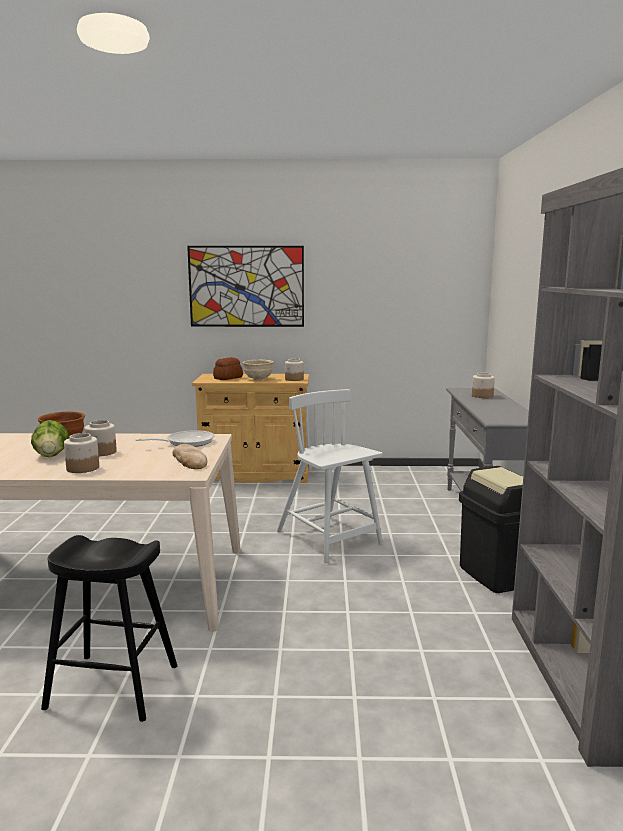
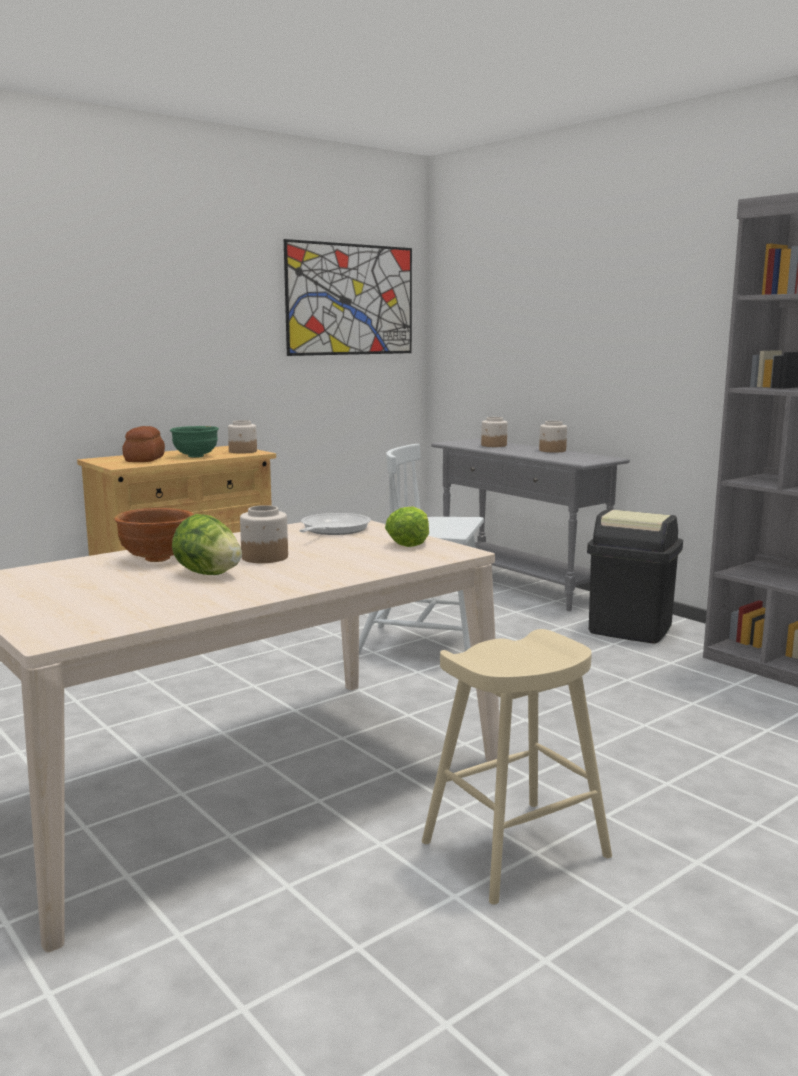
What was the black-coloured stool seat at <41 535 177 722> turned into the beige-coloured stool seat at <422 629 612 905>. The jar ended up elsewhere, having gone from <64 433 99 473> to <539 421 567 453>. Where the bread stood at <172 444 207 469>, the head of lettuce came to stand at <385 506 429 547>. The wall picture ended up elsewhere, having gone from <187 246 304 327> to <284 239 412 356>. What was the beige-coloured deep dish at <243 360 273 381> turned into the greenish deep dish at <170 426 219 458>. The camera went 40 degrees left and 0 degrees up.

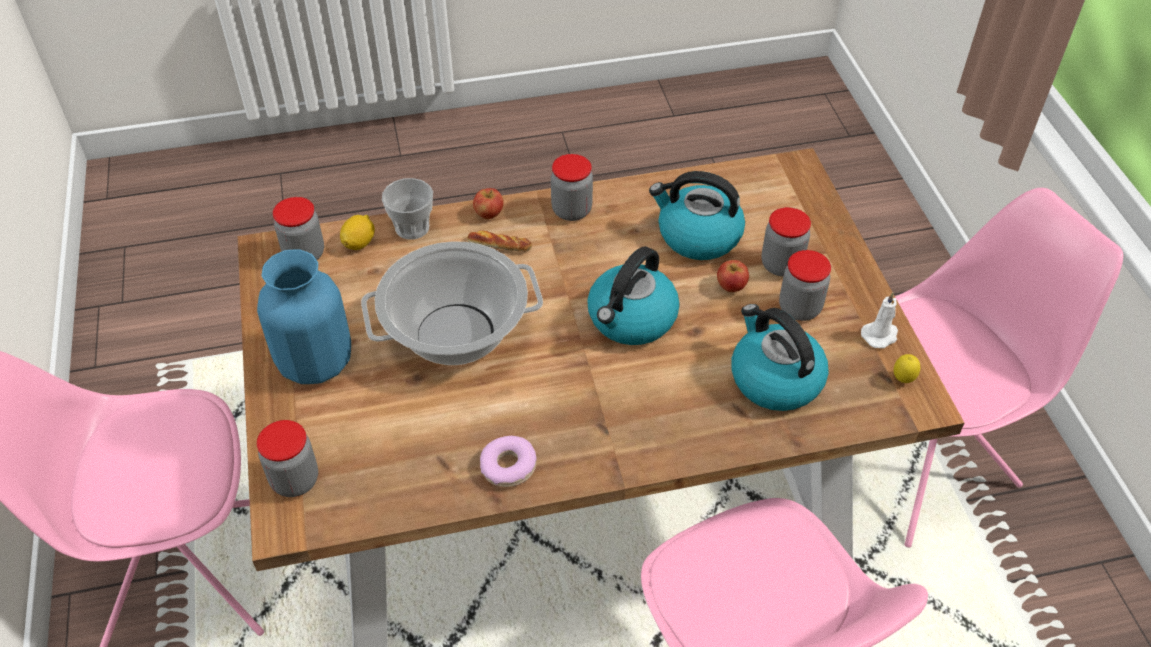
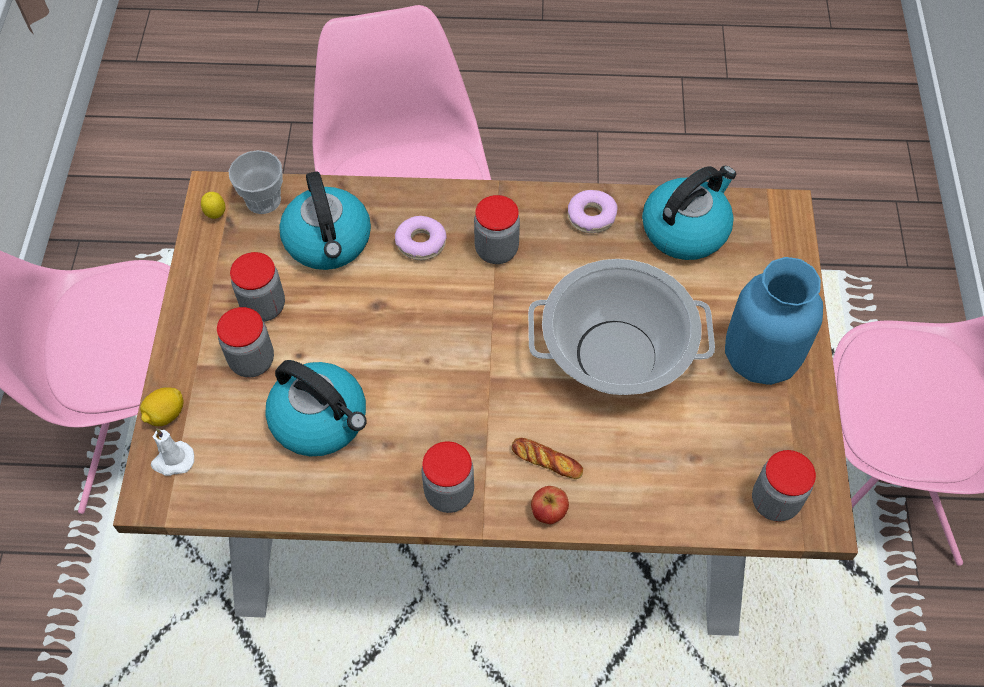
The jar ended up elsewhere, having gone from <257 420 318 497> to <474 195 520 264>. The whole lemon ended up elsewhere, having gone from <340 215 375 250> to <140 387 184 426>. The drinking cup ended up elsewhere, having gone from <382 178 433 240> to <229 150 283 214>. The tea kettle ended up elsewhere, having gone from <587 246 680 345> to <642 166 736 260>. The second view lost the apple fruit at <717 260 749 292>. The white wax light ended up elsewhere, having gone from <861 292 898 348> to <151 428 194 476>. The second view gained the ring doughnut at <395 216 447 260>. The camera went 165 degrees left and 10 degrees up.

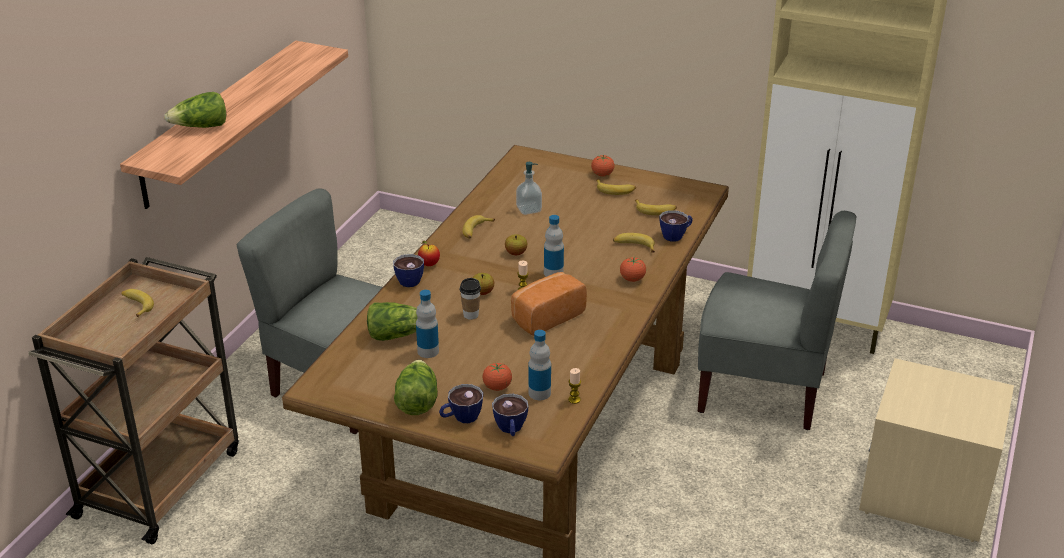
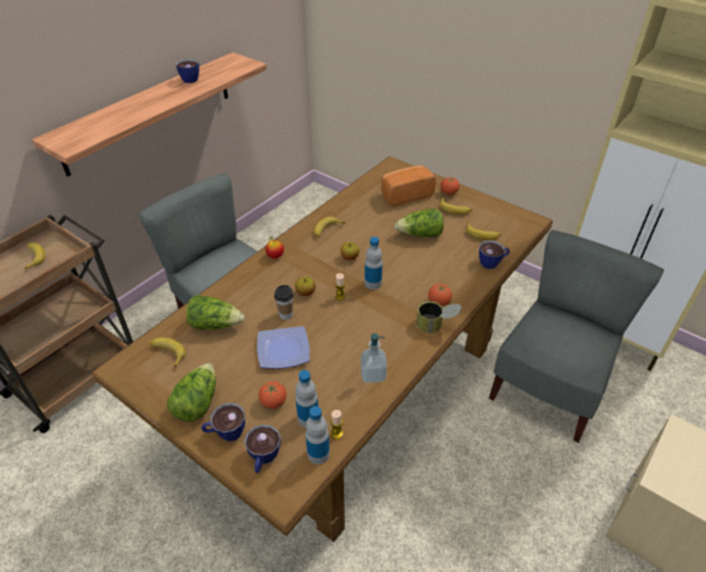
The head of lettuce ended up elsewhere, having gone from <164 92 226 128> to <395 209 444 237>. The drinking cup ended up elsewhere, having gone from <393 254 424 287> to <176 59 199 83>. The bottle ended up elsewhere, having gone from <416 290 439 358> to <305 406 330 464>. The bread ended up elsewhere, having gone from <511 272 587 336> to <381 165 436 207>. The soap dispenser ended up elsewhere, having gone from <516 162 542 215> to <361 333 387 383>. The banana ended up elsewhere, having gone from <613 233 655 253> to <149 338 186 368>. The grey plain chair at <697 211 857 430> ended up facing another way, 90 degrees counterclockwise from before. The second view gained the dinner plate at <257 326 310 369>. The second view gained the sealed can at <416 301 462 333>. The camera went 15 degrees right and 10 degrees up.

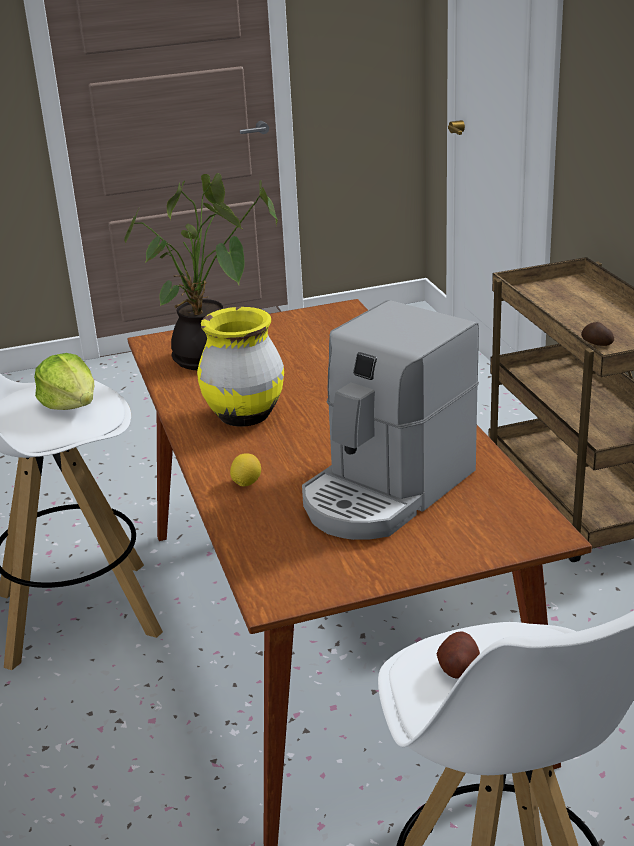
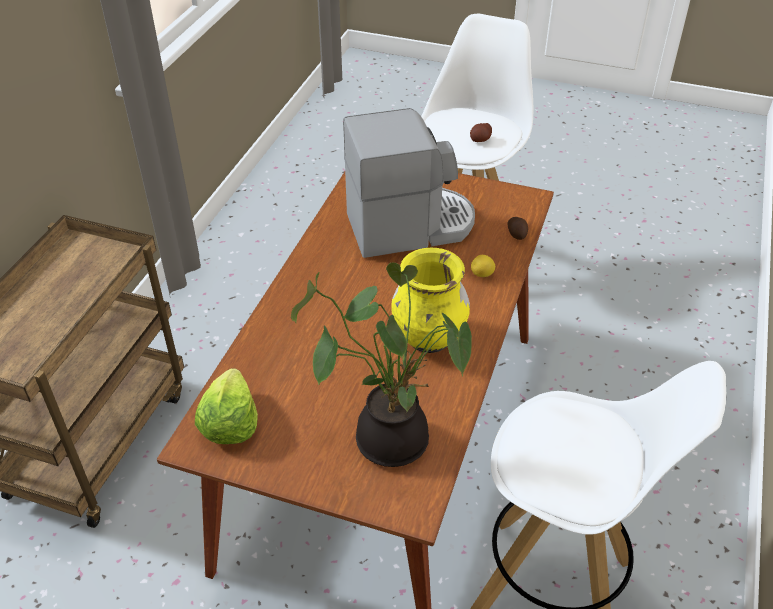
The head of lettuce ended up elsewhere, having gone from <34 353 94 410> to <195 368 258 444>. The whole potato ended up elsewhere, having gone from <581 322 614 346> to <507 217 528 240>. The camera went 145 degrees left and 15 degrees up.

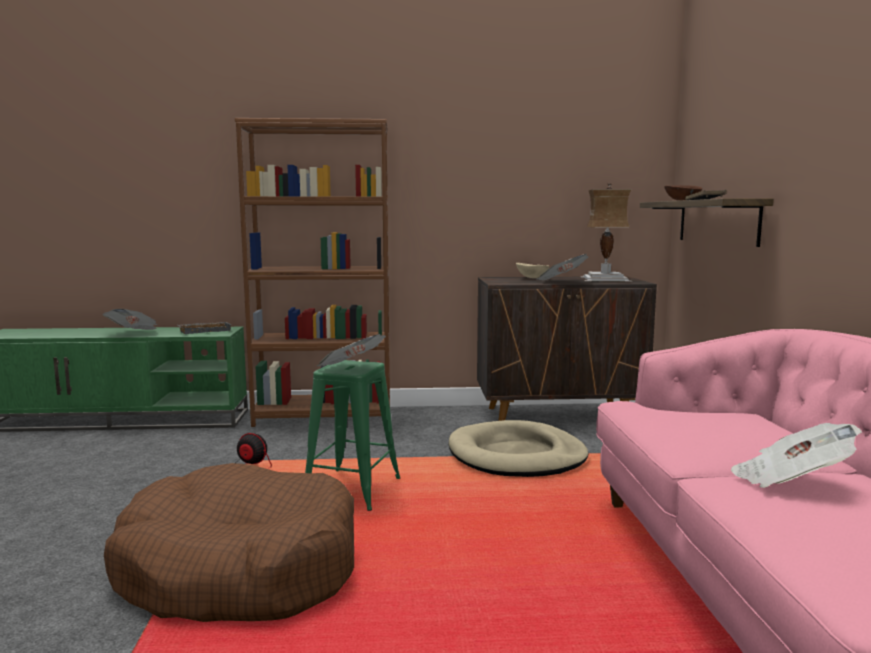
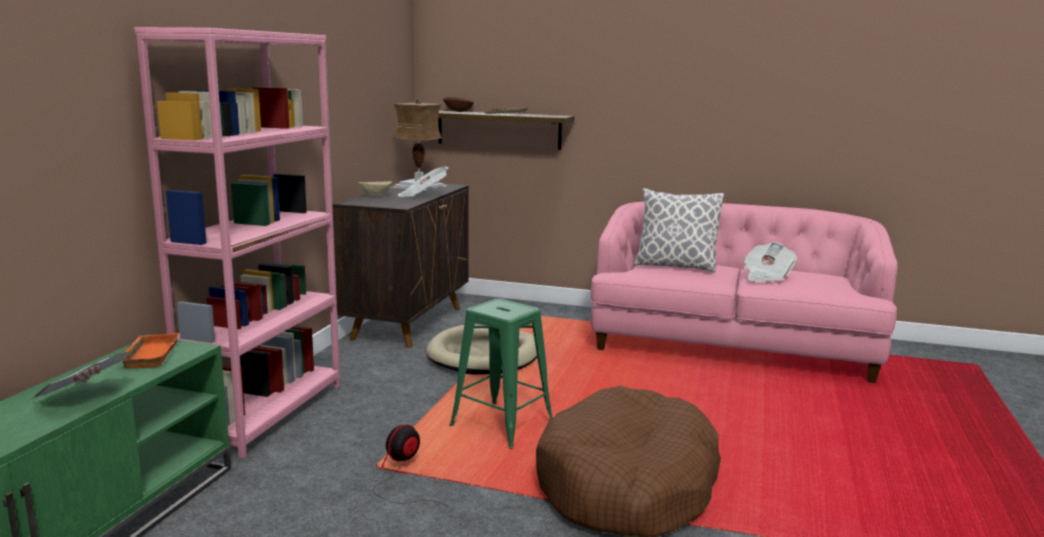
What was the grey serving tray at <178 322 232 334> turned into the orange-coloured serving tray at <122 333 179 368>. What was the brownish bookshelf at <235 118 390 427> turned into the pinkish bookshelf at <134 27 340 459>. The second view lost the printed paper at <317 334 386 366>. The second view gained the pillow at <634 188 724 272>. The camera went 70 degrees left and 5 degrees up.

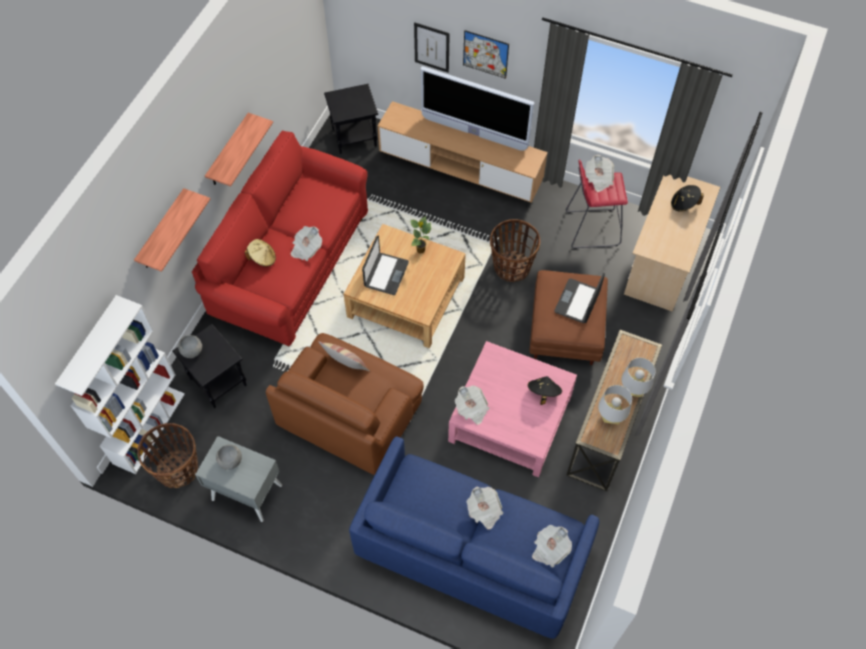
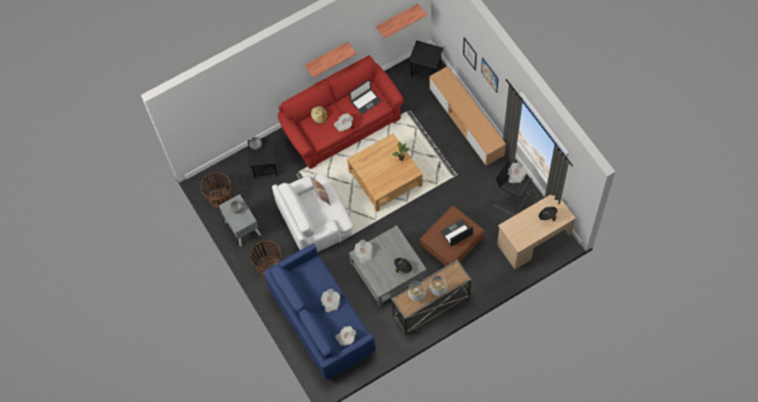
The second view lost the white bookshelf at <55 295 185 474>. The bracket shelf ended up elsewhere, having gone from <134 188 210 272> to <376 4 427 39>. What was the brownish easy chair at <266 333 424 475> turned into the white easy chair at <272 173 353 252>. The notebook computer ended up elsewhere, having gone from <362 235 409 295> to <350 79 381 114>. The second view lost the TV set at <421 66 534 150>. What was the pinkish lounge table at <448 341 577 478> turned into the grey lounge table at <349 225 427 307>. The household basket ended up elsewhere, having gone from <490 219 540 282> to <250 241 281 276>. What was the reddish stool seat at <566 159 628 249> turned into the black-coloured stool seat at <491 159 532 216>. The camera went 40 degrees right and 5 degrees up.

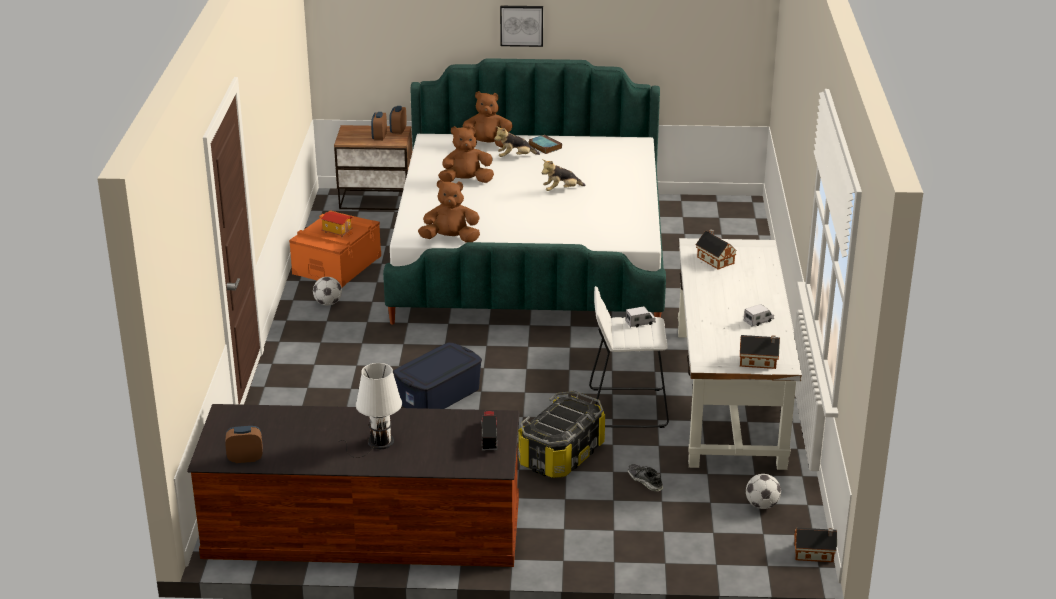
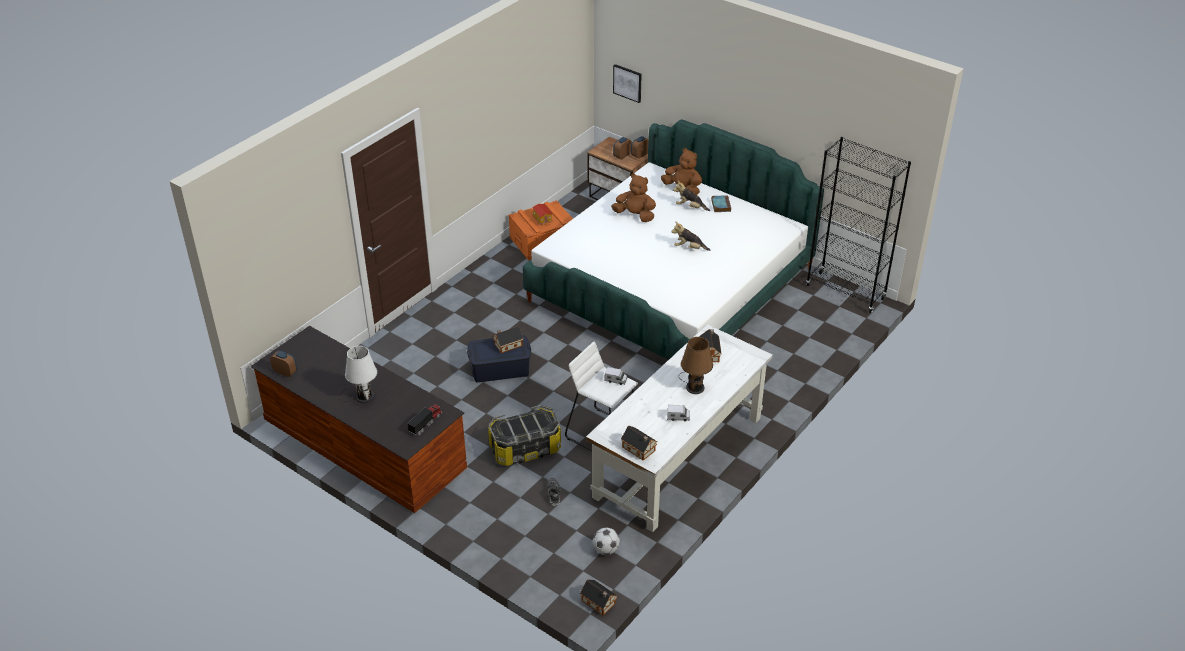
The second view lost the football ball at <313 277 342 305>. The second view lost the brownish soft toy at <418 180 480 243>. The wall picture ended up elsewhere, having gone from <500 6 543 47> to <613 64 642 103>. The second view gained the toy house at <493 326 523 353>. The second view gained the brownish table lamp at <679 337 713 394>. The second view gained the black-coloured bookshelf at <806 137 911 313>. The camera went 35 degrees right and 10 degrees up.

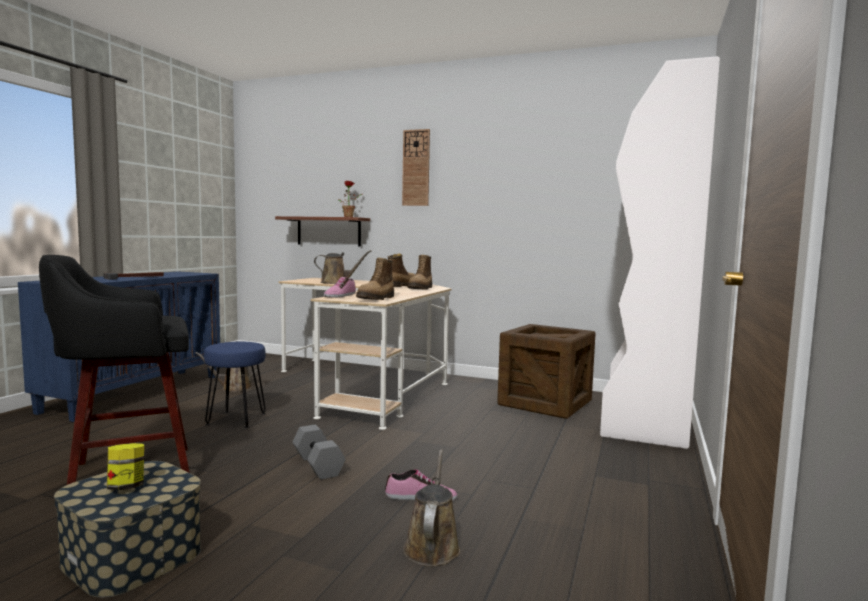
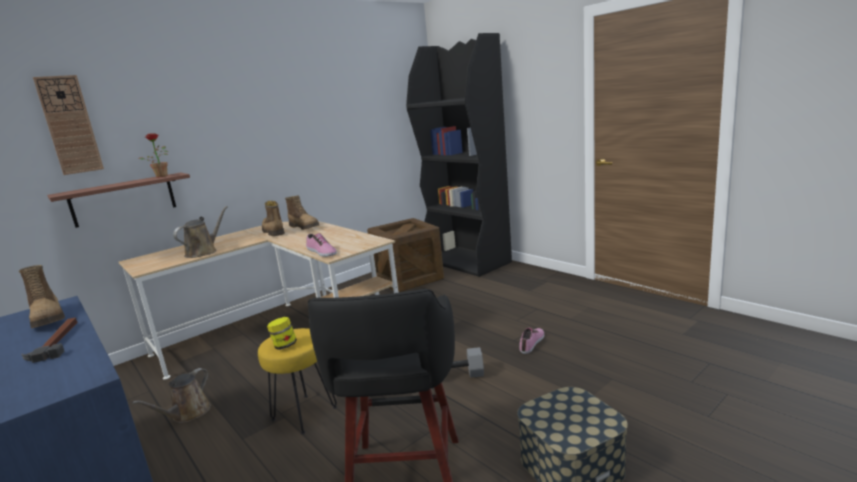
The jar ended up elsewhere, having gone from <107 443 144 490> to <267 317 297 350>. What was the blue-coloured stool seat at <204 342 266 428> turned into the yellow-coloured stool seat at <258 328 337 434>. The boot ended up elsewhere, having gone from <356 258 394 300> to <19 265 65 328>. The wall clock ended up elsewhere, having gone from <402 129 430 206> to <33 75 104 175>. The second view lost the brownish sprinkling can at <403 449 460 566>. What was the white bookshelf at <600 56 720 449> turned into the black-coloured bookshelf at <406 33 512 277>. The camera went 60 degrees left and 10 degrees up.

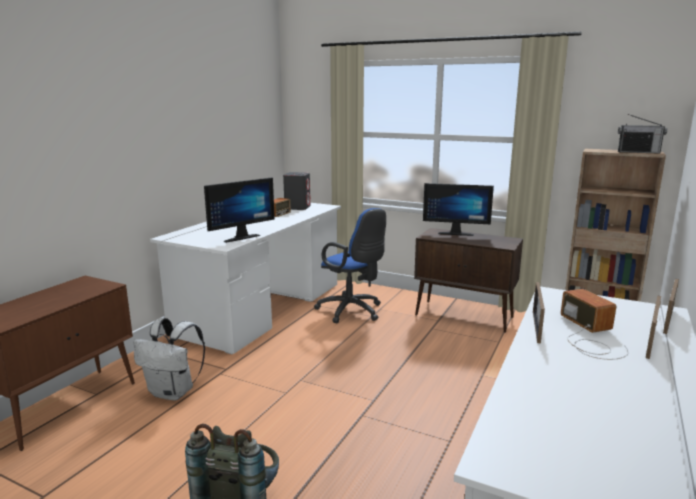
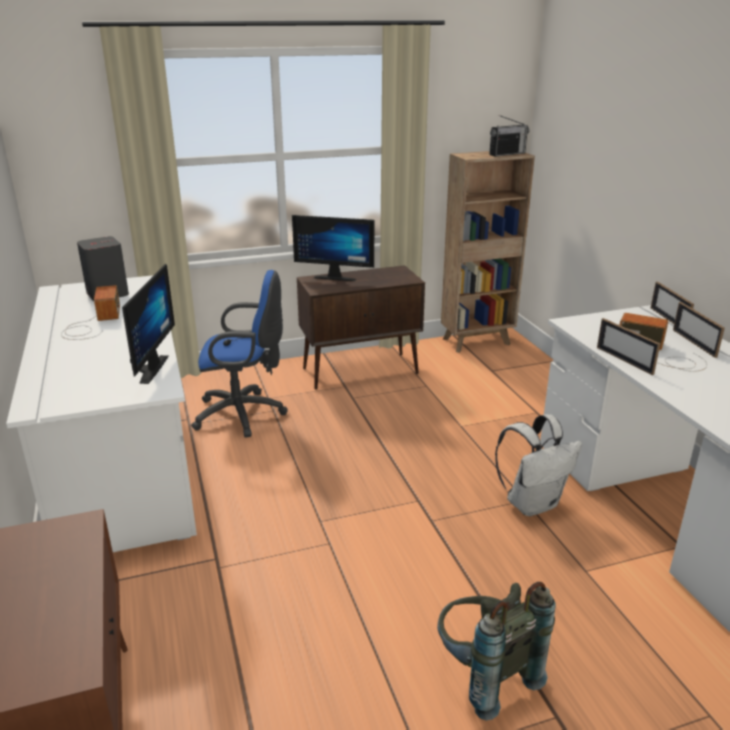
The white knapsack ended up elsewhere, having gone from <134 318 205 401> to <495 414 582 516>. The computer screen at <423 183 494 236> ended up facing another way, 45 degrees clockwise from before. The camera went 45 degrees left and 10 degrees up.

